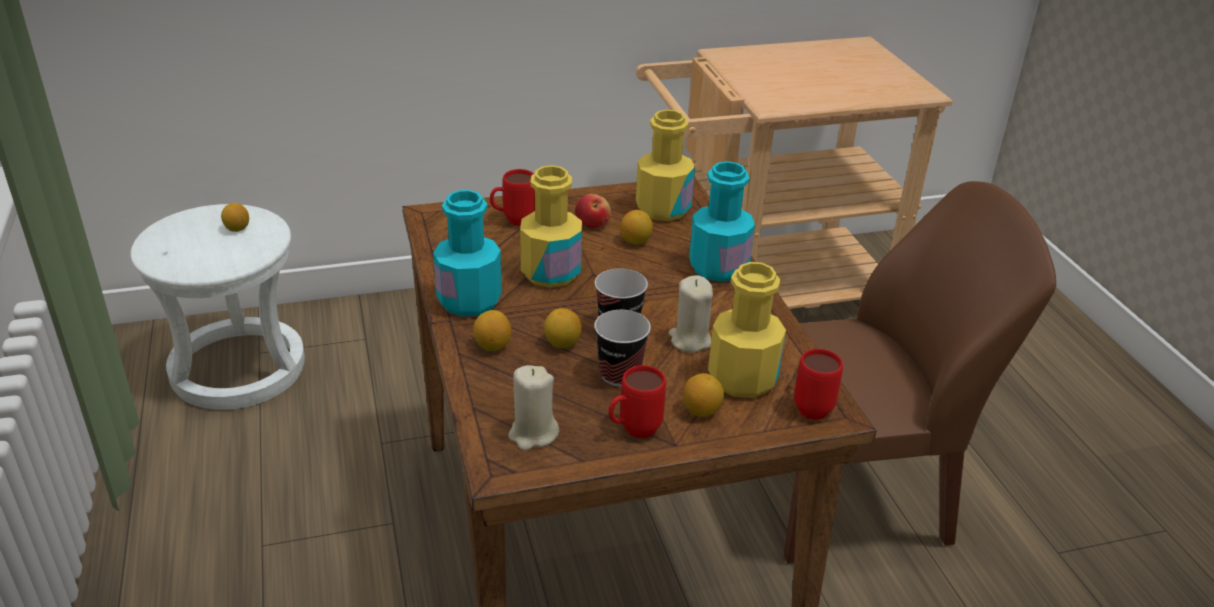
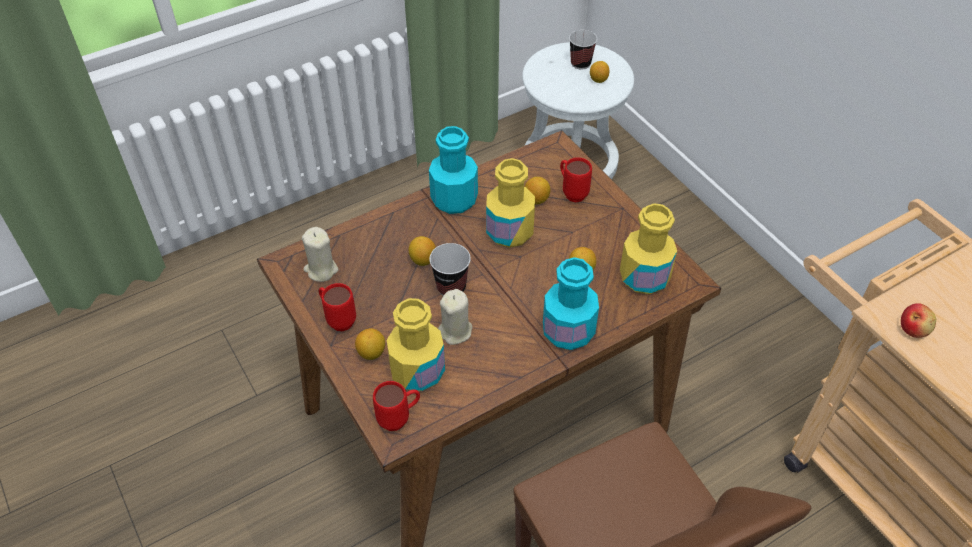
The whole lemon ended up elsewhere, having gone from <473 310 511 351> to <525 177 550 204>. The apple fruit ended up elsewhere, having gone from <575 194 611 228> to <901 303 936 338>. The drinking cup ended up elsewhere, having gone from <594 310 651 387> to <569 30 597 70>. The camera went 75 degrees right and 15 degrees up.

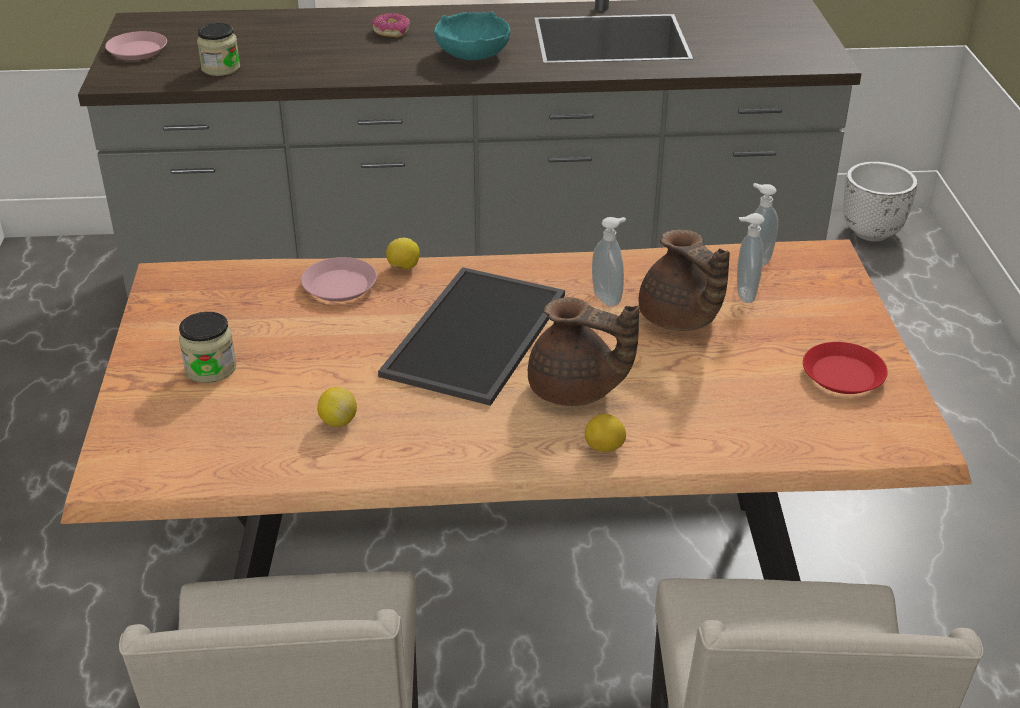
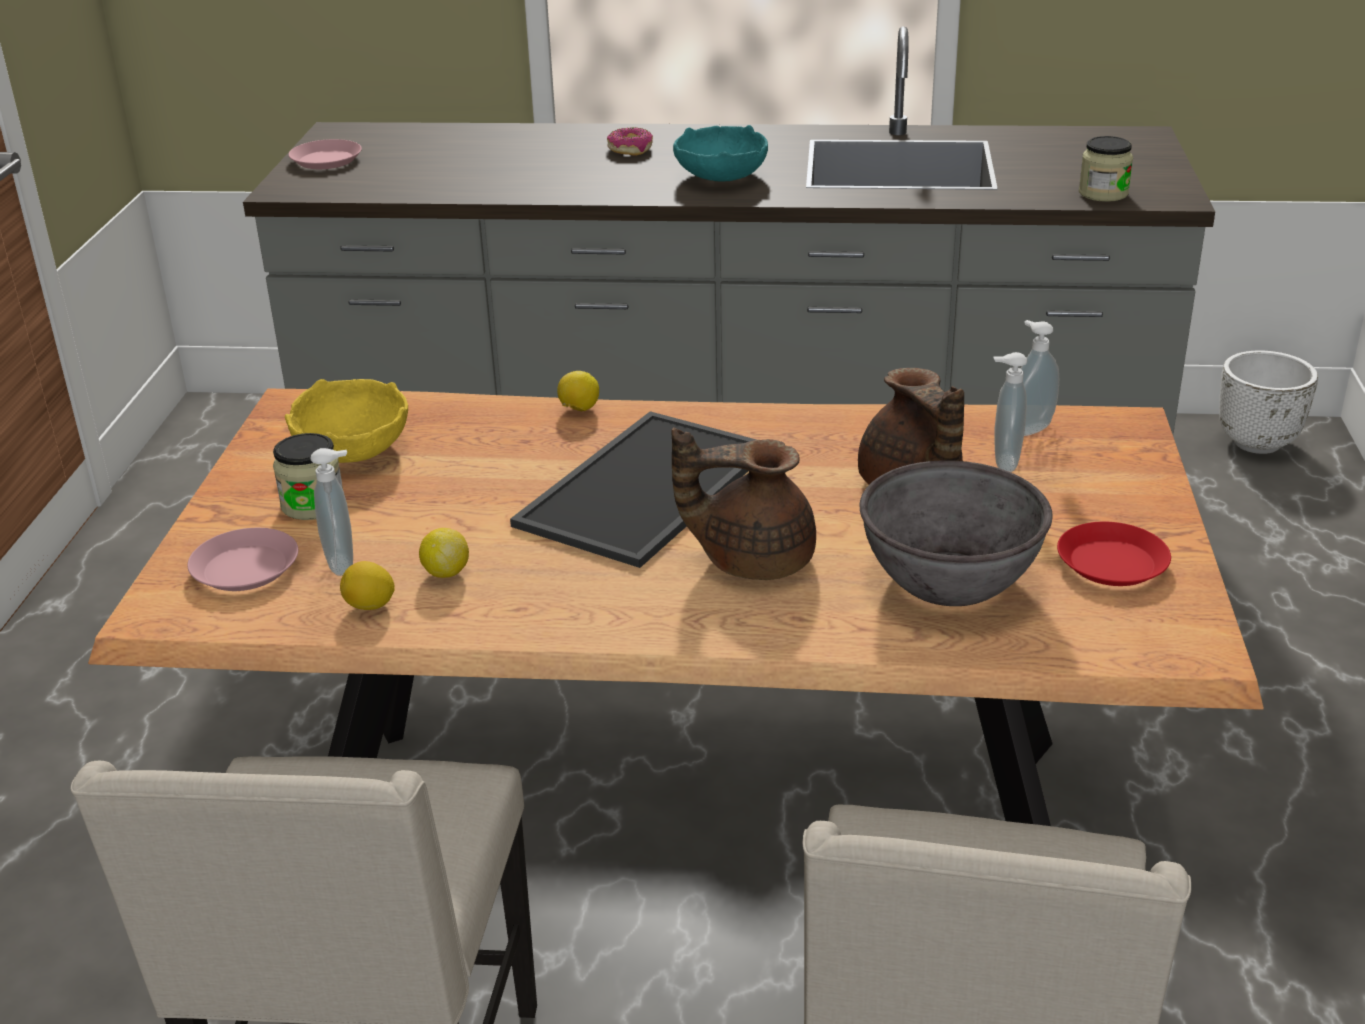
The jar ended up elsewhere, having gone from <197 23 240 76> to <1079 136 1133 202>. The pinkish dinner plate ended up elsewhere, having gone from <301 257 377 302> to <187 528 298 591>. The brownish pot for tea at <528 297 640 406> ended up facing another way, 150 degrees clockwise from before. The whole lemon ended up elsewhere, having gone from <585 414 626 452> to <340 561 395 610>. The soap dispenser ended up elsewhere, having gone from <592 217 626 307> to <310 448 353 576>. The second view gained the yellow-coloured deep dish at <285 379 408 463>. The second view gained the grey deep dish at <860 460 1053 606>. The camera went 10 degrees right and 5 degrees down.

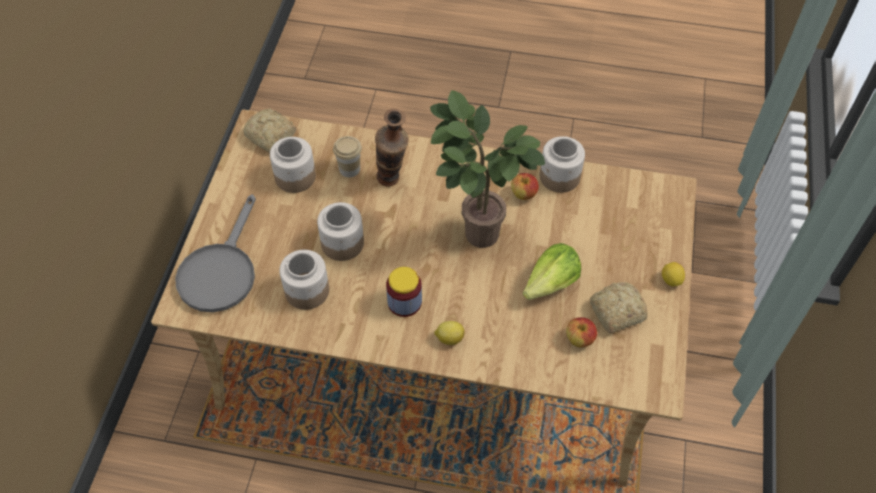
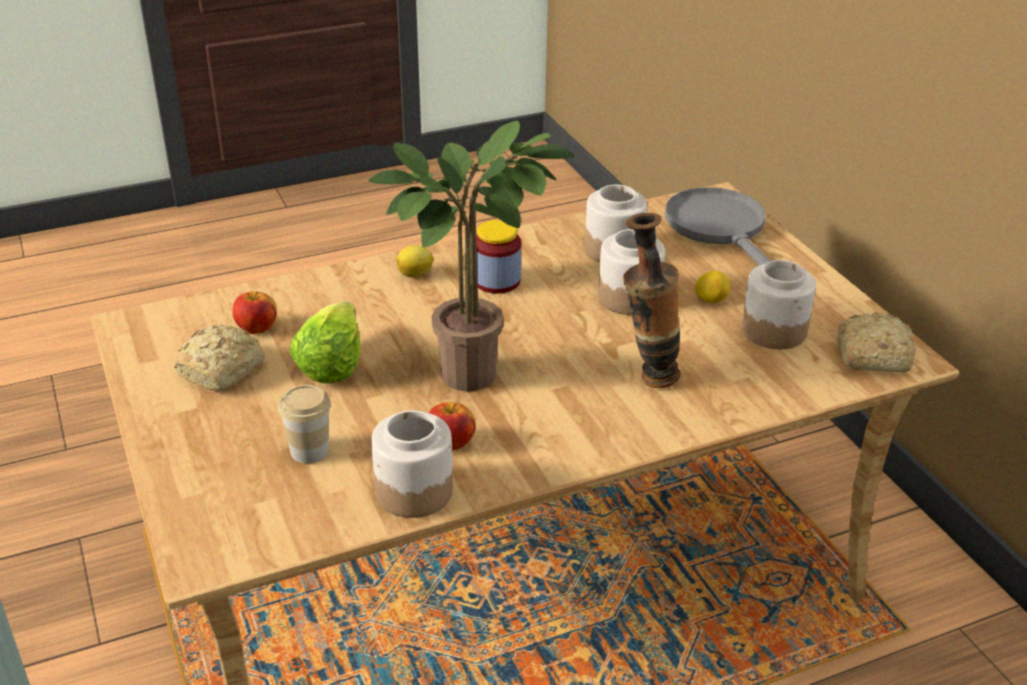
The drinking cup ended up elsewhere, having gone from <333 136 362 177> to <278 385 331 464>. The whole lemon ended up elsewhere, having gone from <662 262 685 286> to <695 271 730 303>. The camera went 145 degrees right and 20 degrees down.

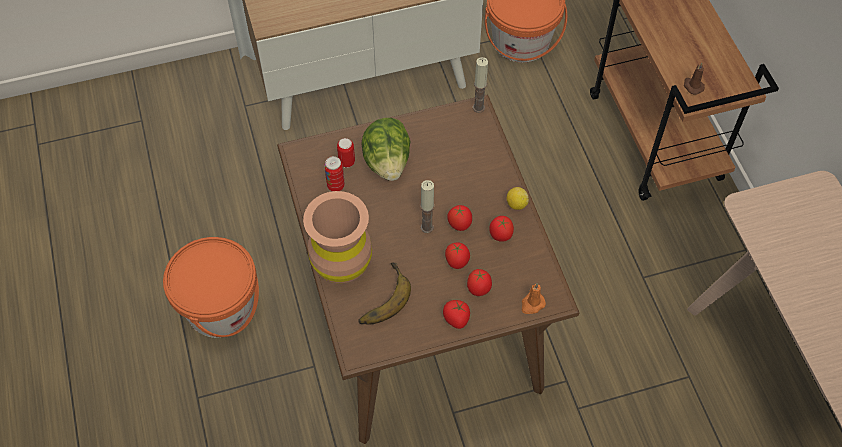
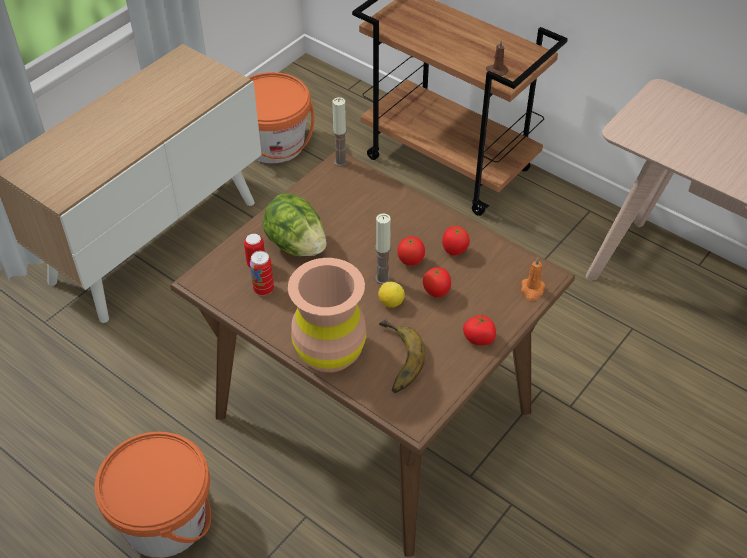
The second view lost the fresh tomato at <467 269 492 296>. The whole lemon ended up elsewhere, having gone from <507 187 529 210> to <378 282 405 308>. The camera went 35 degrees left and 10 degrees down.

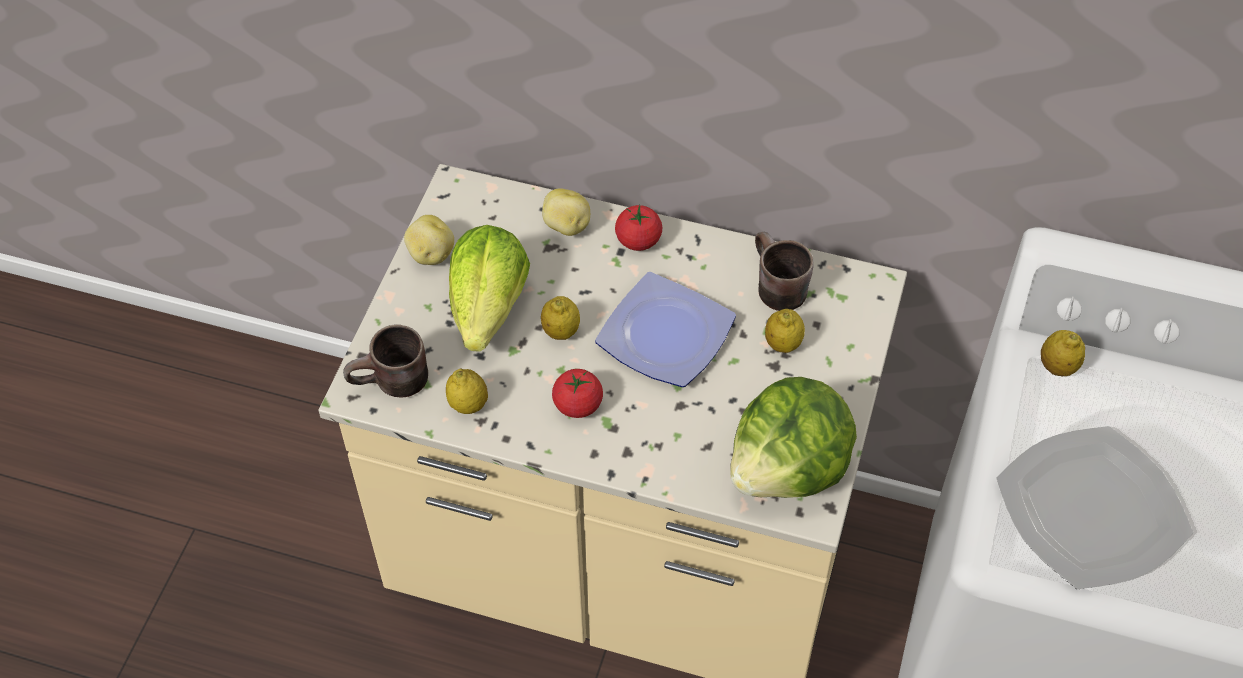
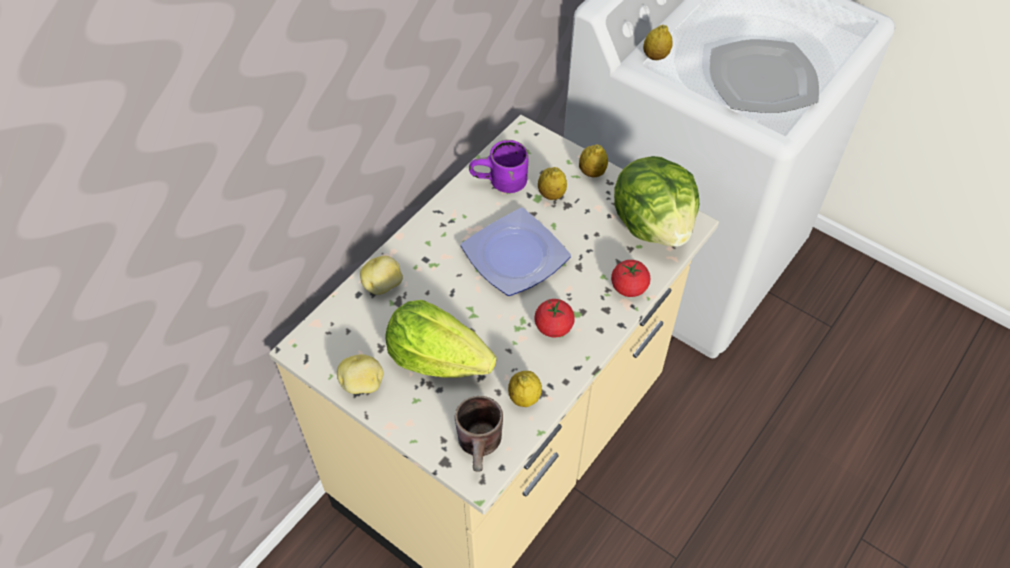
The whole lemon ended up elsewhere, having gone from <541 296 580 340> to <579 144 608 178>. The fresh tomato ended up elsewhere, having gone from <615 205 662 251> to <611 260 650 297>. What was the brownish mug at <755 232 814 311> turned into the purple mug at <469 140 528 193>. The camera went 70 degrees left and 0 degrees up.

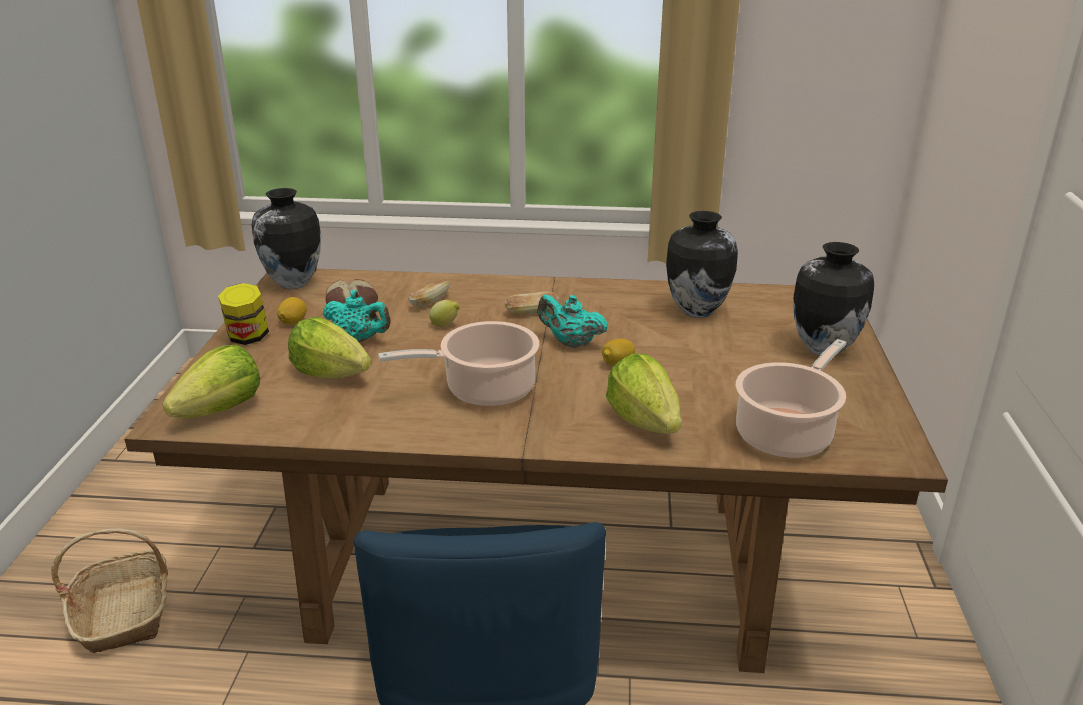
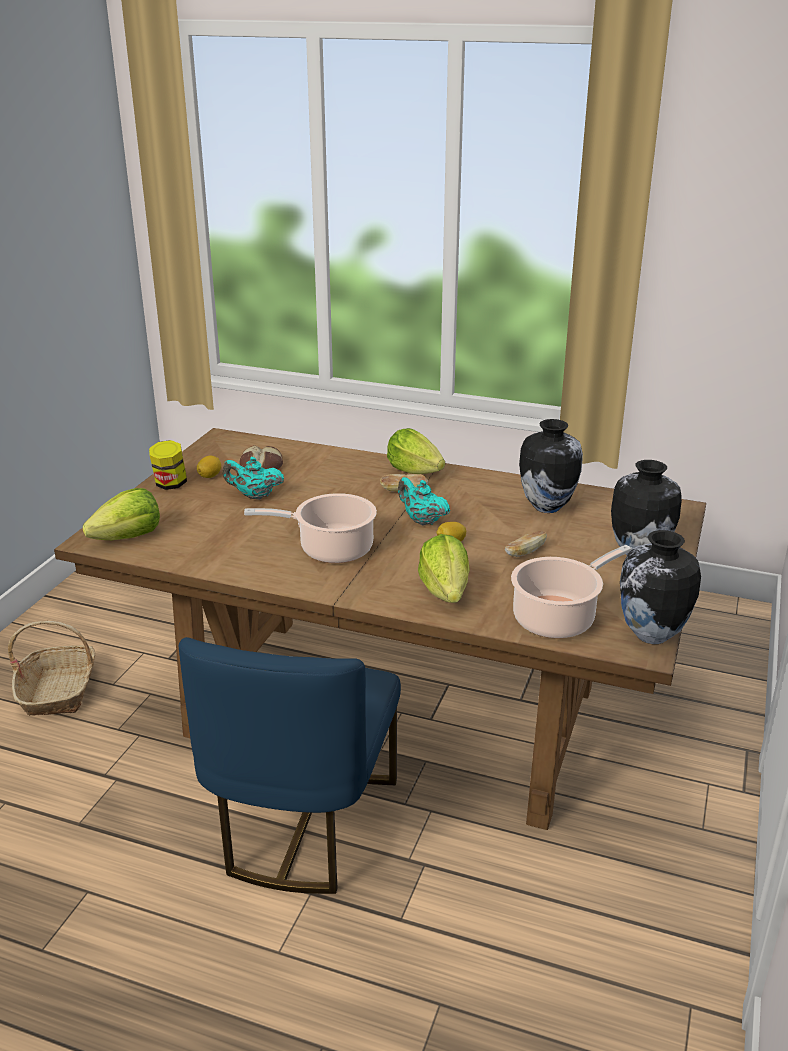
The decorative vase ended up elsewhere, having gone from <252 188 321 289> to <620 530 701 644>. The head of lettuce ended up elsewhere, having gone from <288 317 371 379> to <387 428 445 474>. The turquoise pot for tea at <323 290 391 342> ended up facing another way, 150 degrees clockwise from before. The bread ended up elsewhere, having gone from <408 279 449 306> to <505 531 547 557>. The second view lost the whole lemon at <429 300 460 327>. The camera went 15 degrees right and 0 degrees up.

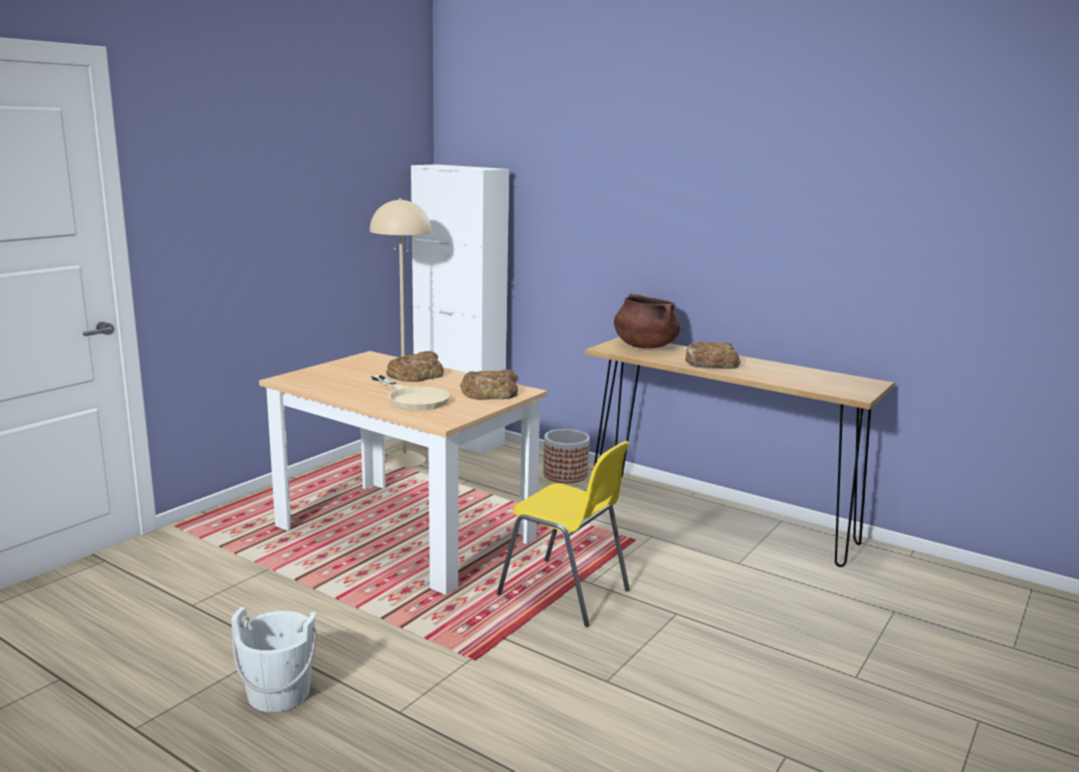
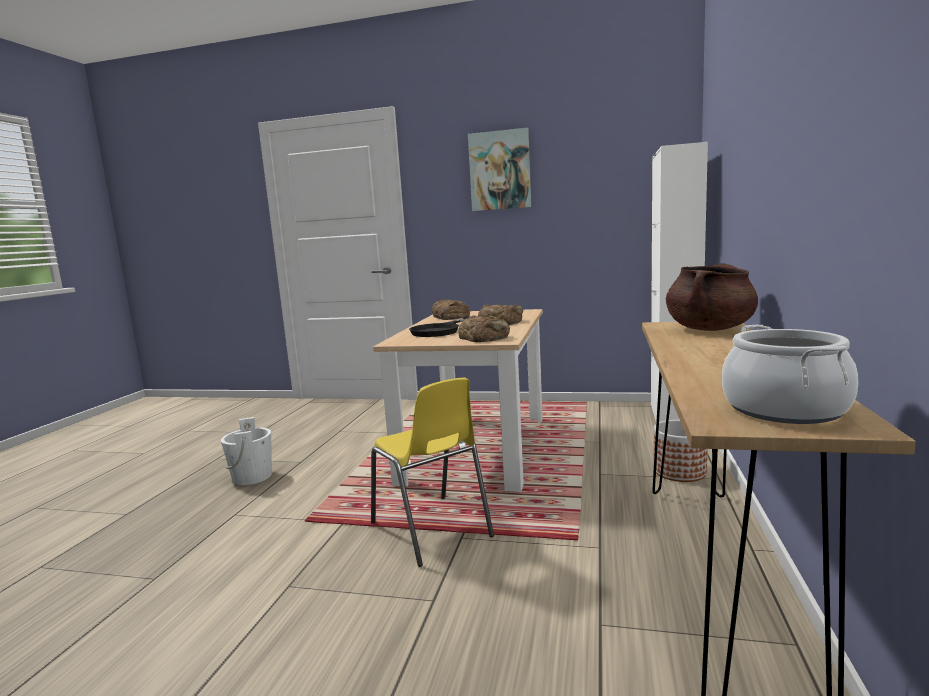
The second view lost the beige-coloured floor lamp at <370 198 432 468>. What was the beige-coloured skillet at <371 375 450 411> turned into the black-coloured skillet at <409 316 471 337>. The yellow-coloured plain chair at <497 441 630 627> ended up facing another way, 45 degrees counterclockwise from before. The bread ended up elsewhere, having gone from <685 342 741 369> to <432 300 470 320>. The second view gained the wall picture at <468 128 532 211>. The second view gained the stockpot at <722 325 858 424>. The camera went 70 degrees right and 5 degrees down.

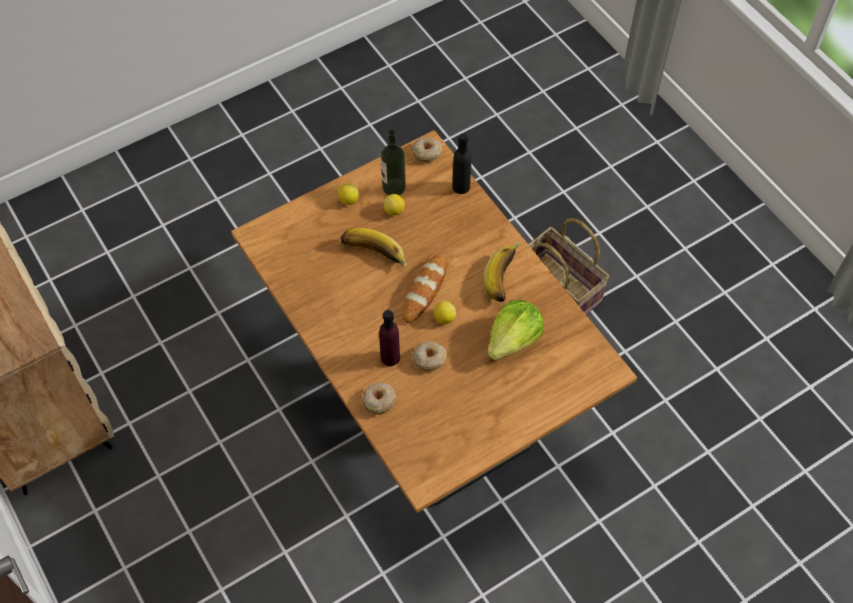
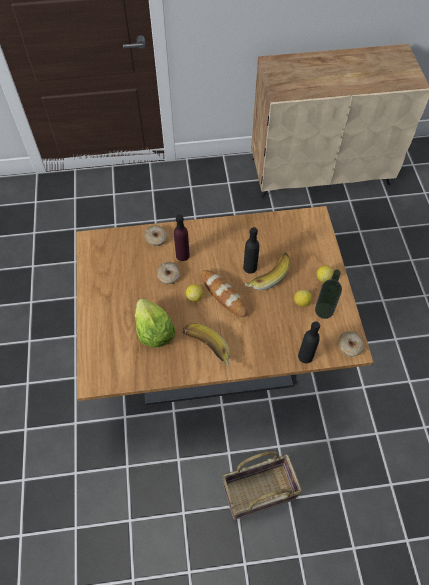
The second view gained the black-coloured bottle at <243 227 259 274>. The camera went 115 degrees right and 0 degrees up.

